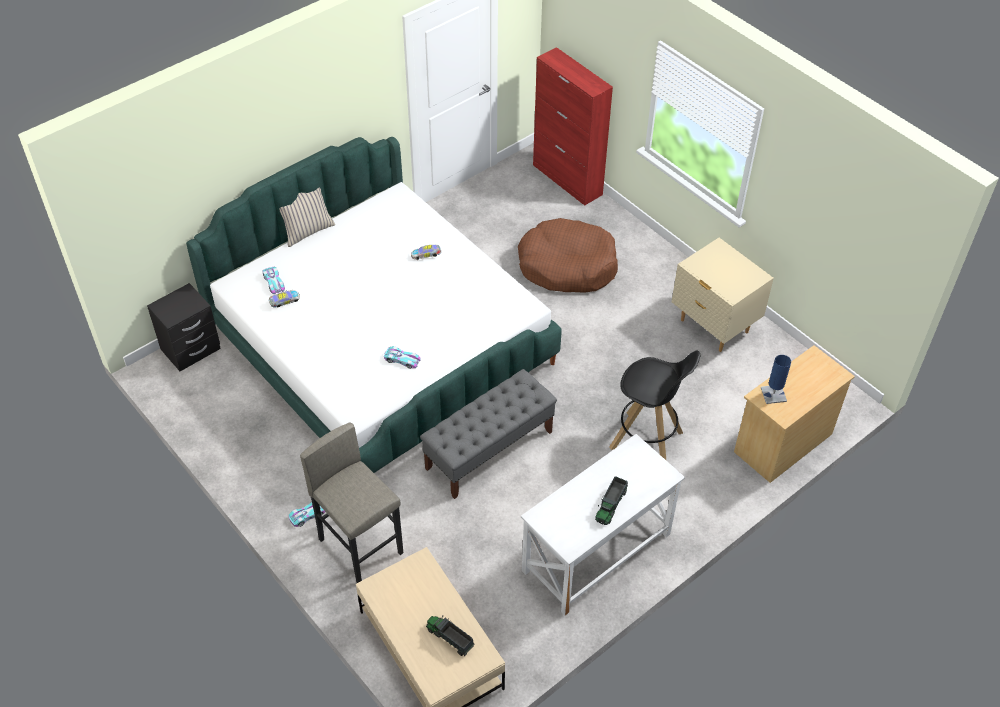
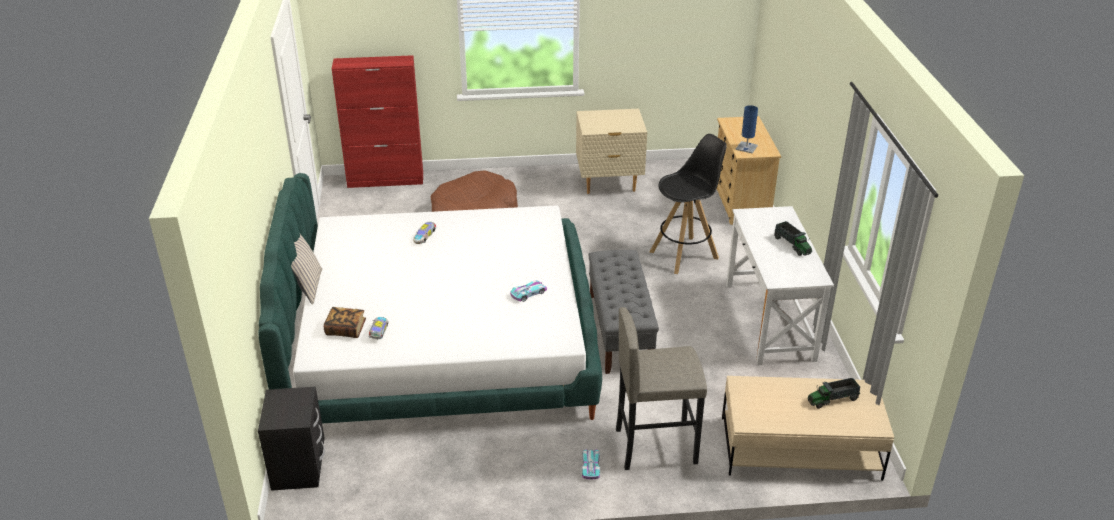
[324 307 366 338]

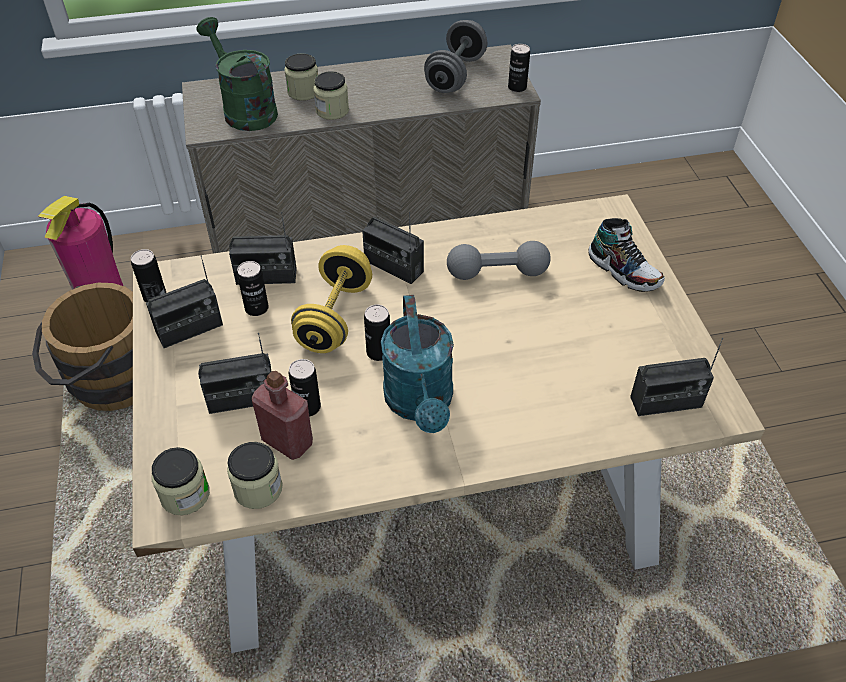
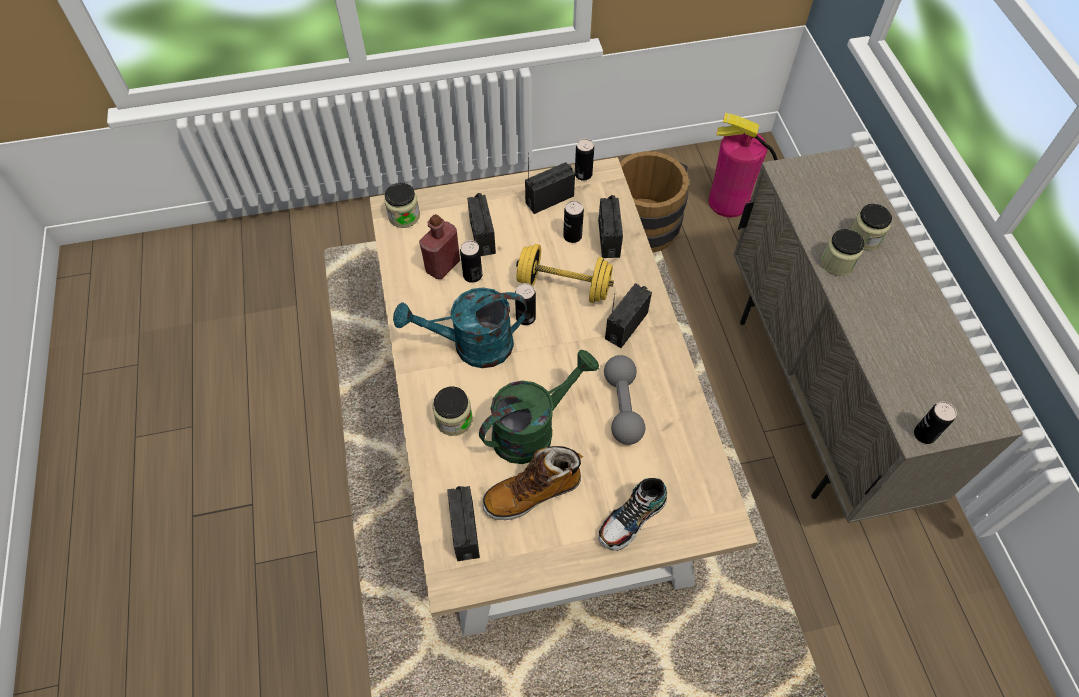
[479 350 599 464]
[424 20 487 93] (first image)
[525 153 575 214]
[433 386 473 436]
[482 446 583 520]

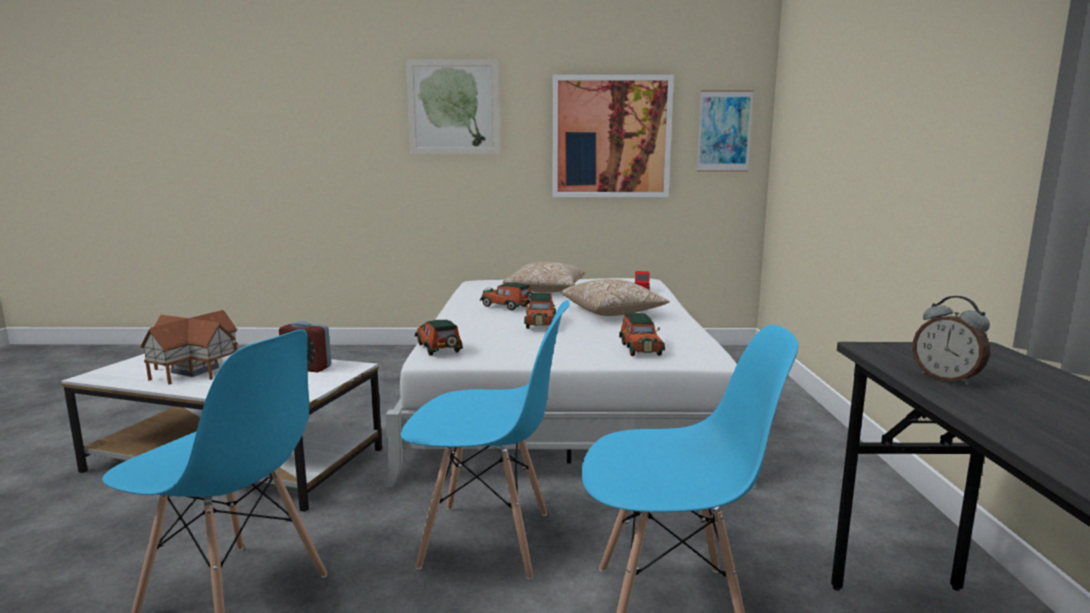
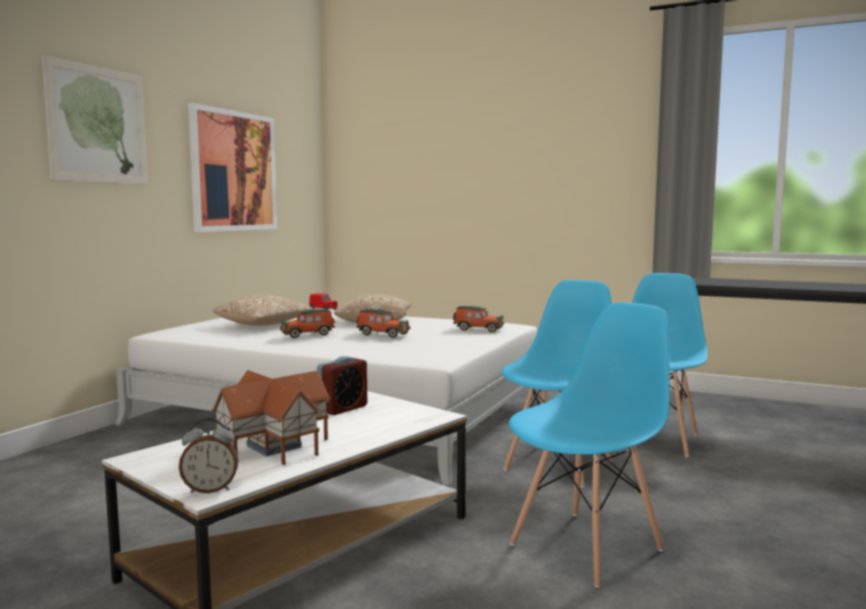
[696 90 754 172] (first image)
[179 418 239 493]
[415 320 463 356] (first image)

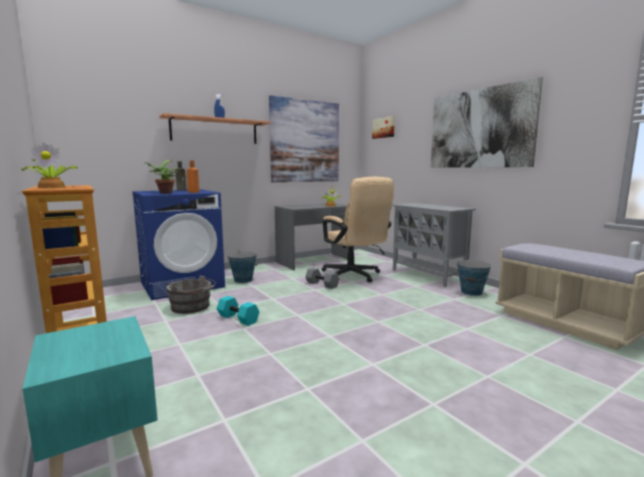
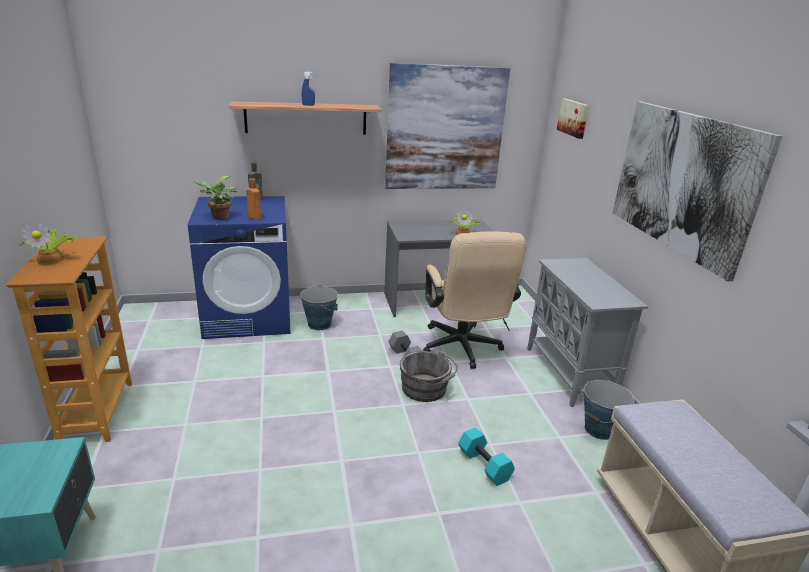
[400 350 458 402]
[458 427 515 486]

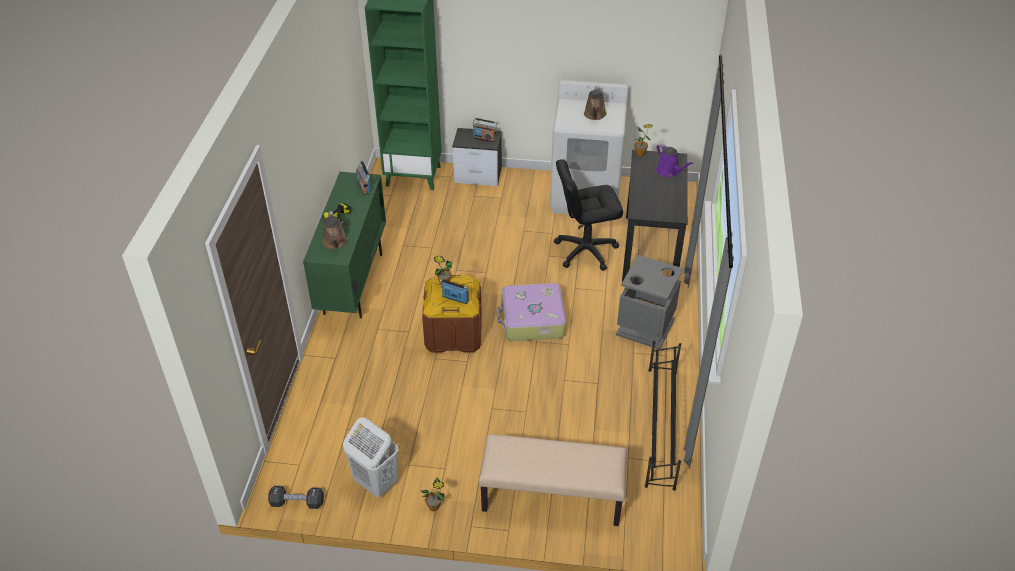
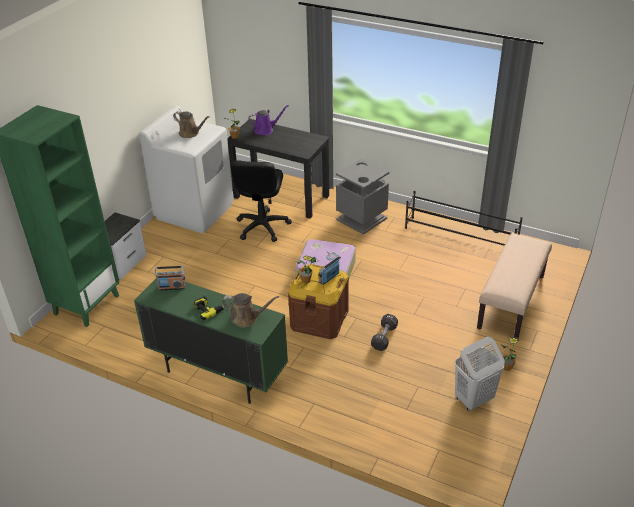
[472 118 497 142] (first image)
[371 314 398 351]

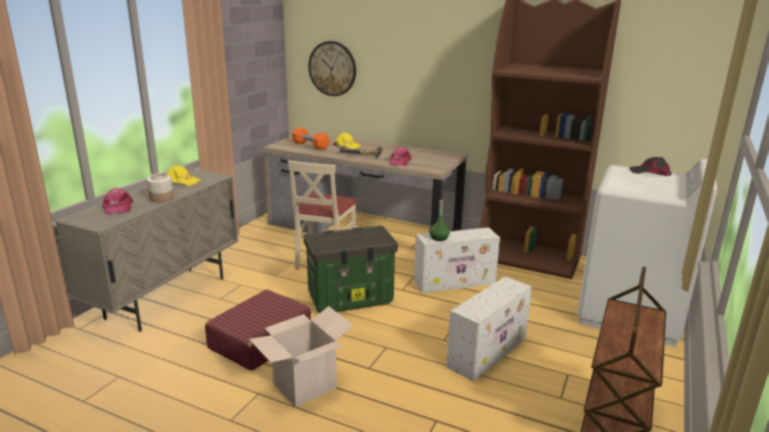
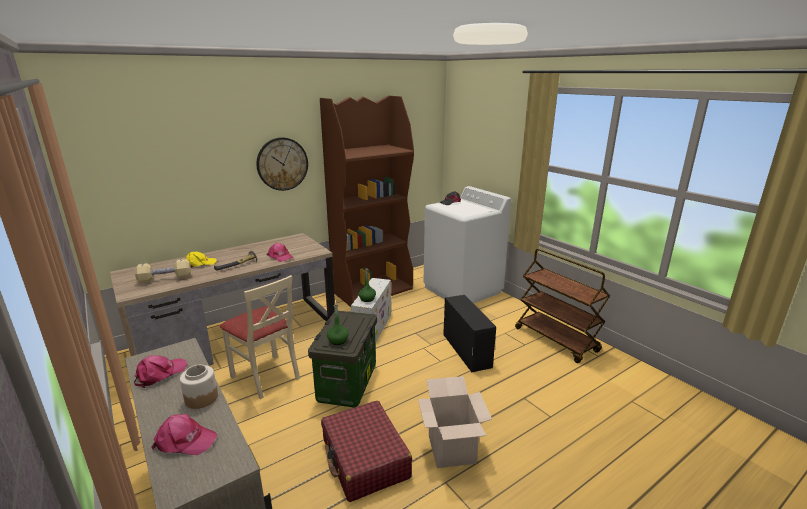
[257 137 308 191]
[135 259 191 284]
[134 355 187 388]
[443 295 496 372]
[327 303 349 345]

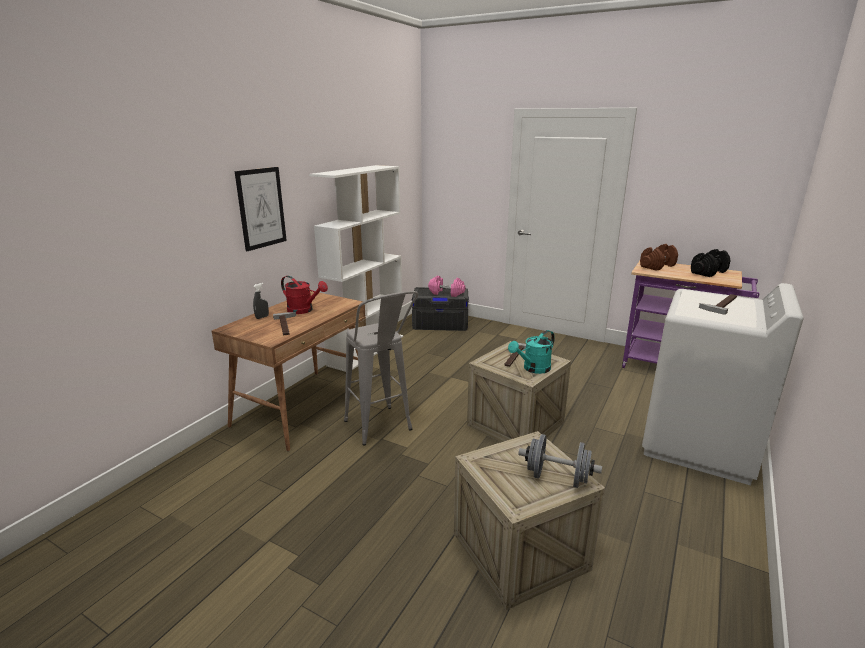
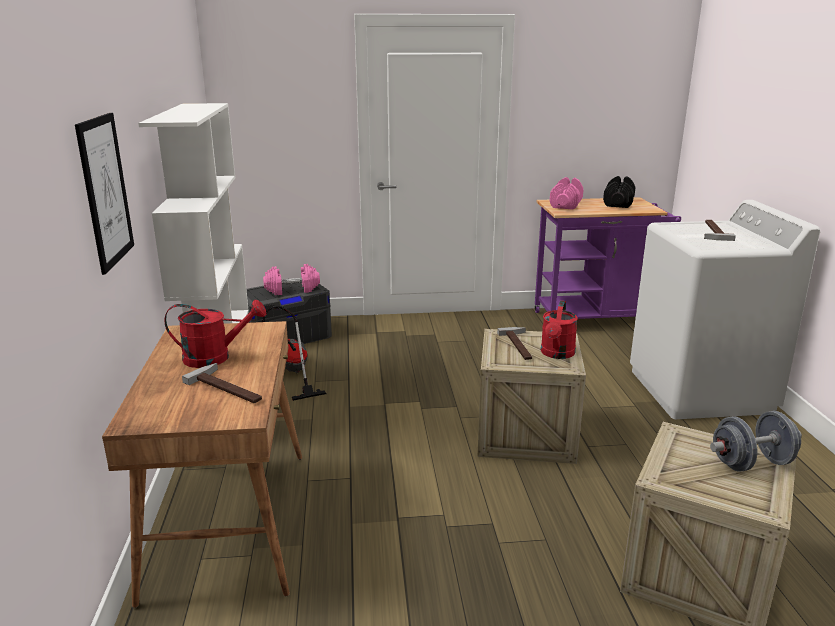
[550 177 584 210]
[253 283 269 319] (first image)
[344 291 418 446] (first image)
[541 300 578 359]
[262 306 327 401]

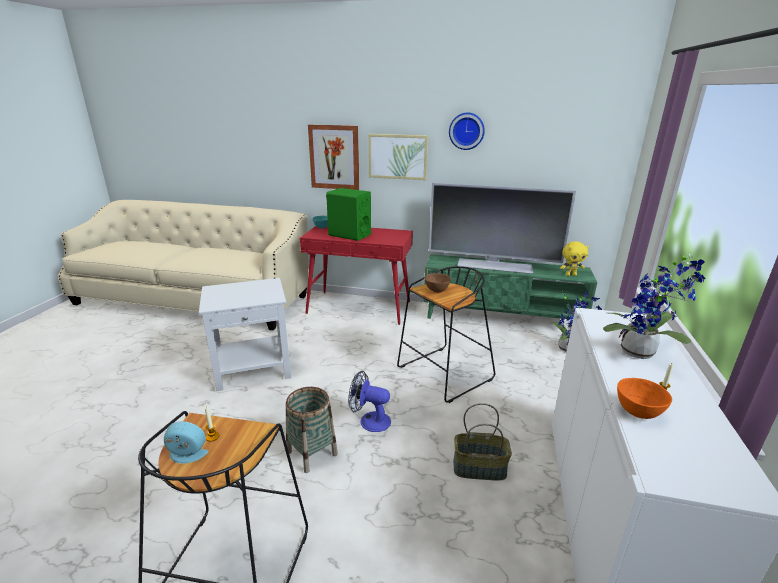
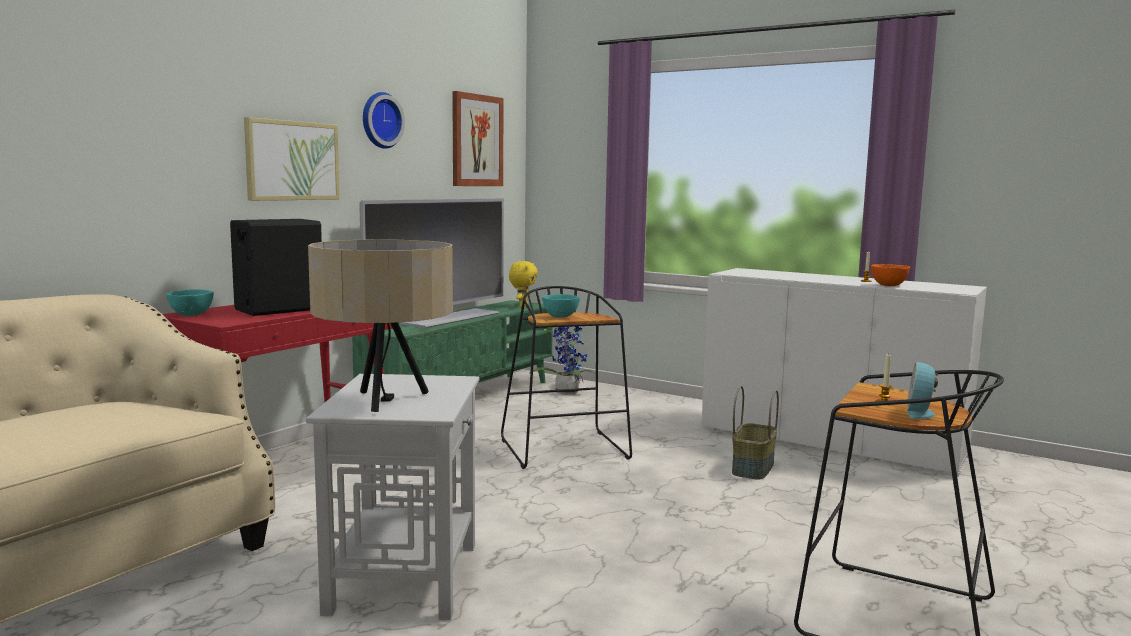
[452 91 504 186]
[230 219 322 316]
[603 254 706 359] (first image)
[542 294 580 318]
[348 371 391 432] (first image)
[286 387 338 473] (first image)
[308 239 453 412]

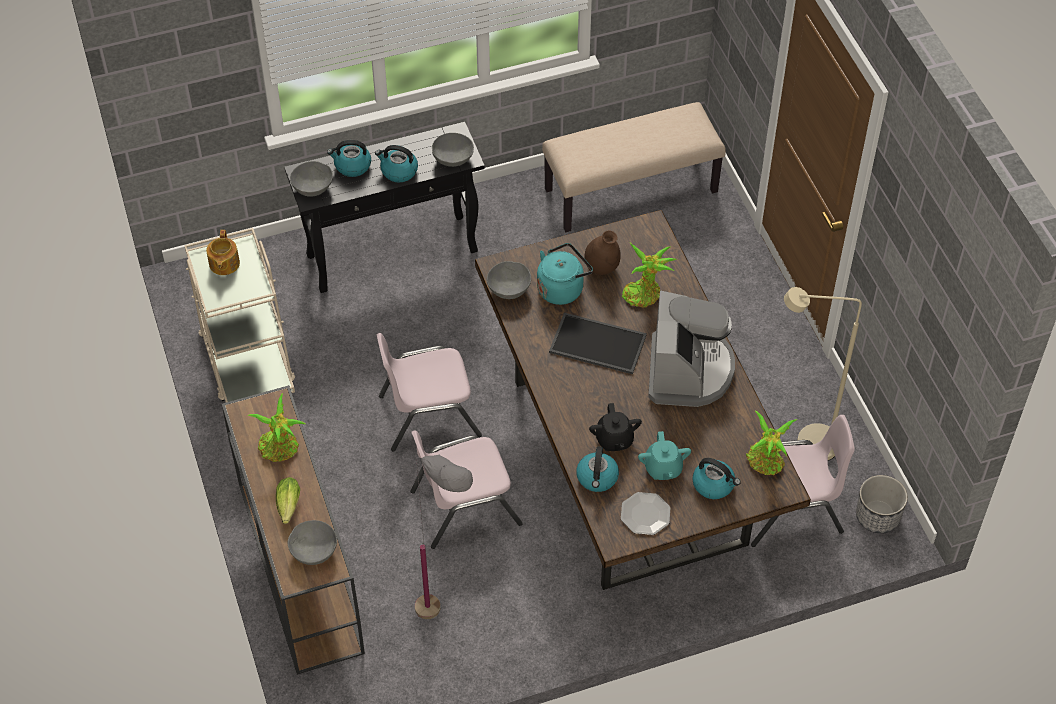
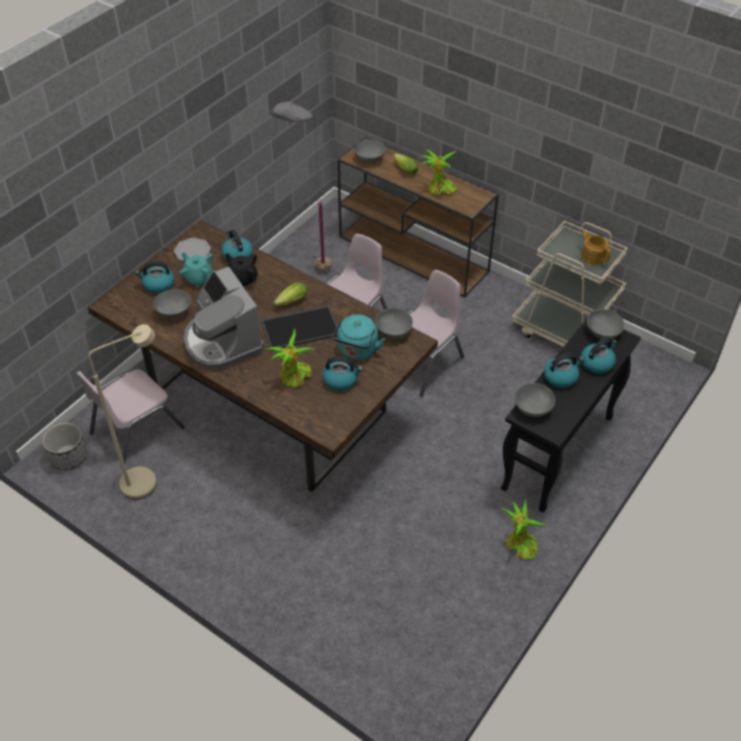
[542 102 726 232] (first image)
[323 357 363 391]
[502 499 546 559]
[273 283 307 306]
[153 290 191 319]

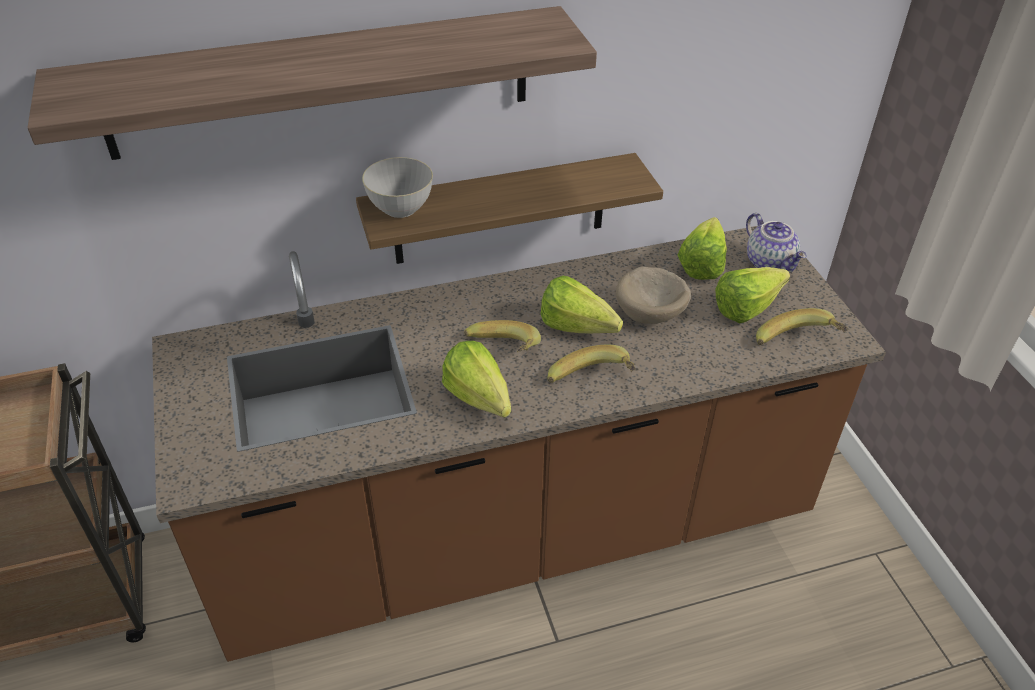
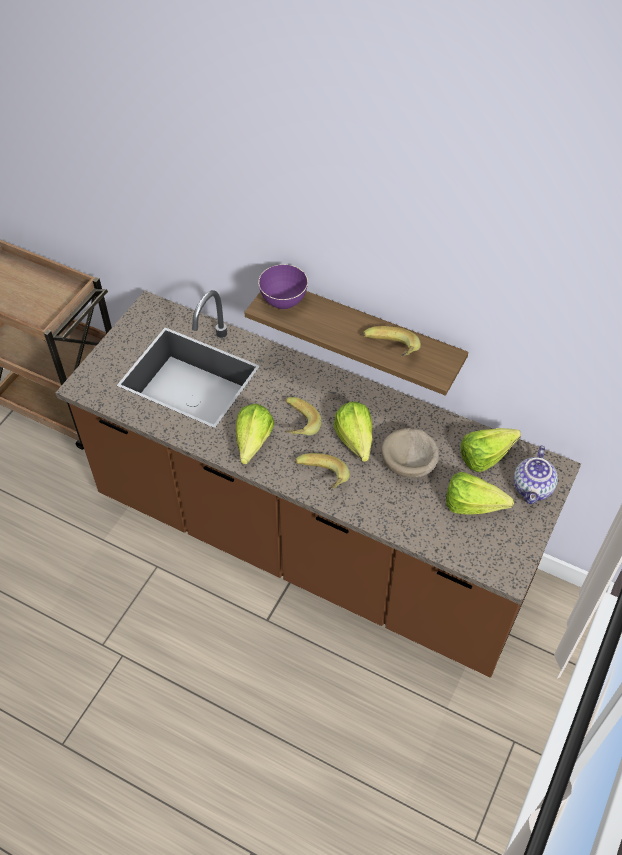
[27 6 597 160] (first image)
[258 264 308 309]
[363 326 421 356]

